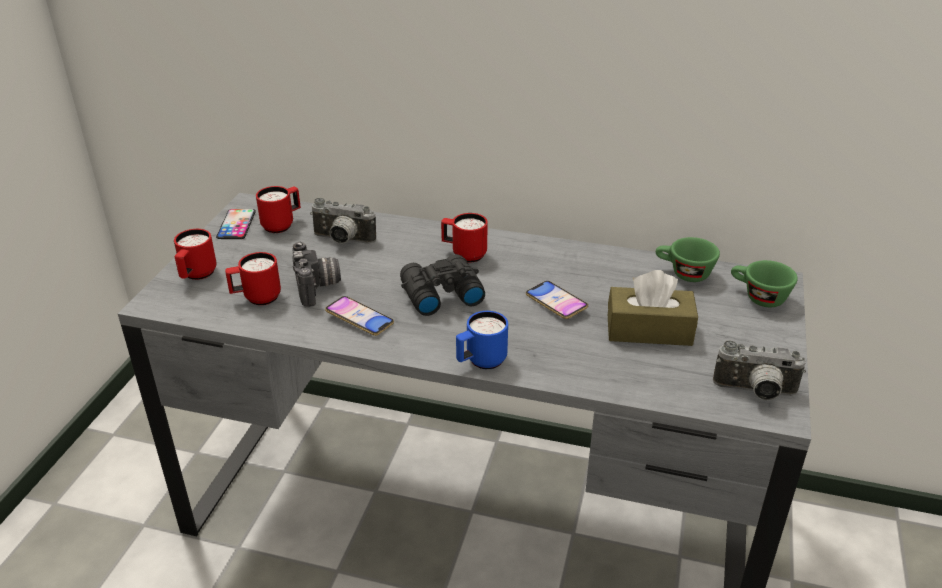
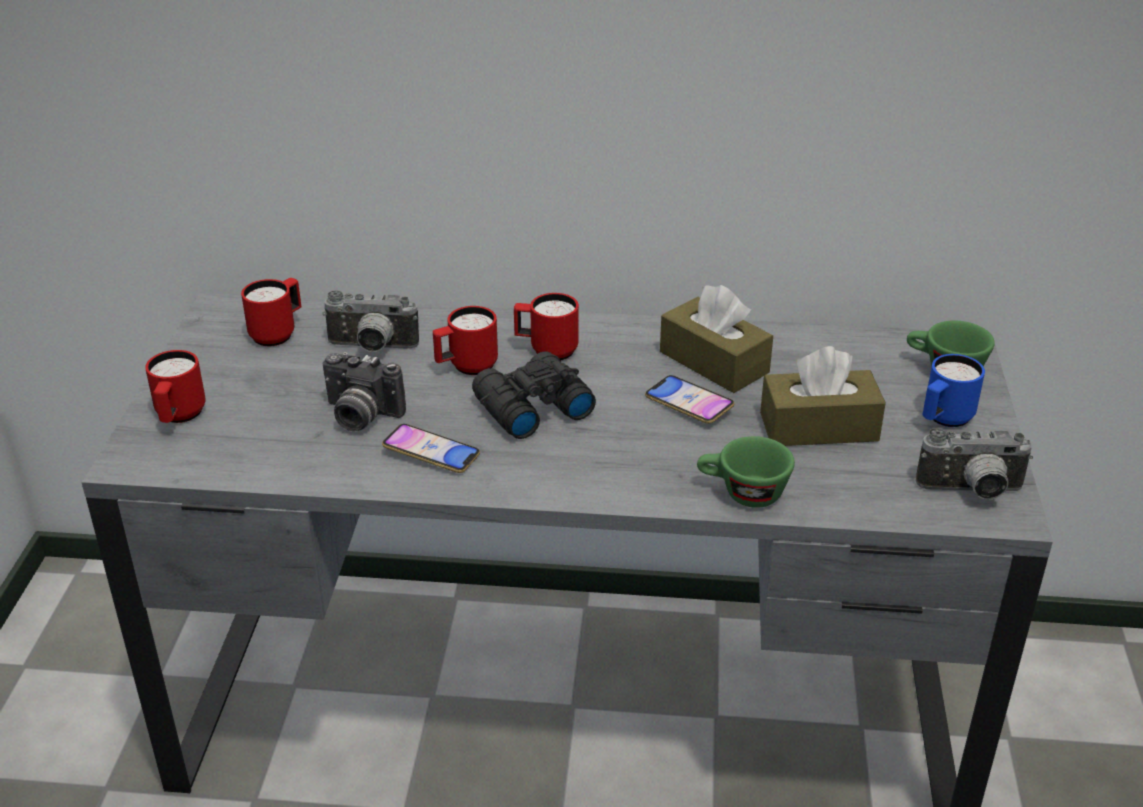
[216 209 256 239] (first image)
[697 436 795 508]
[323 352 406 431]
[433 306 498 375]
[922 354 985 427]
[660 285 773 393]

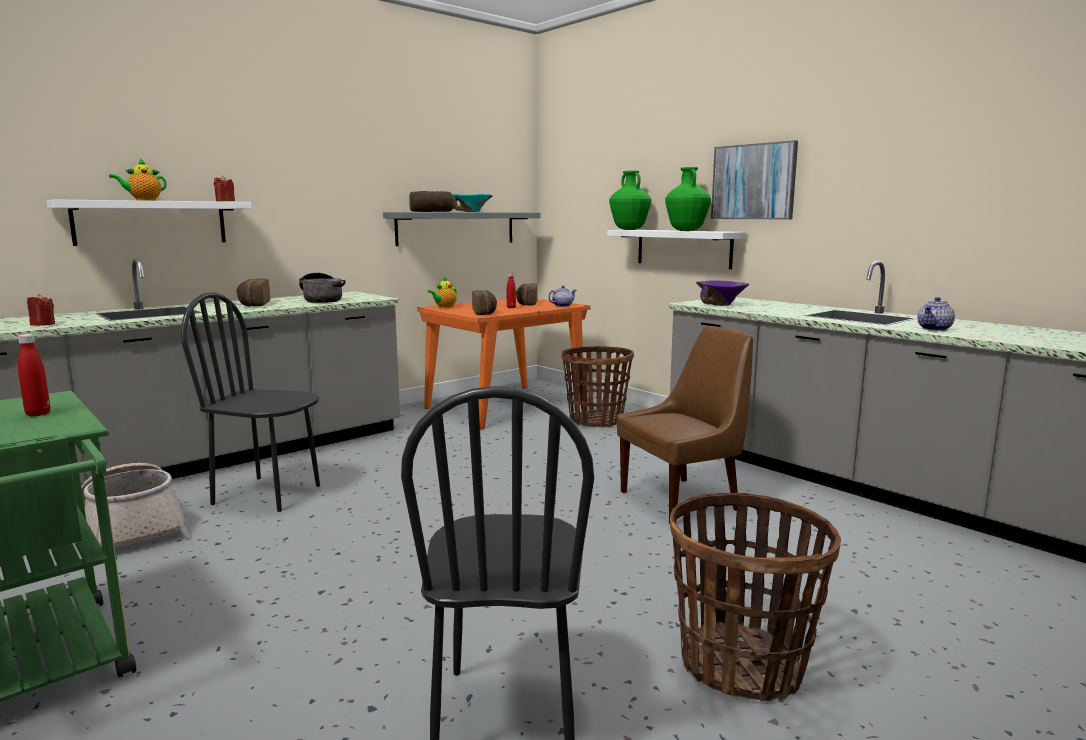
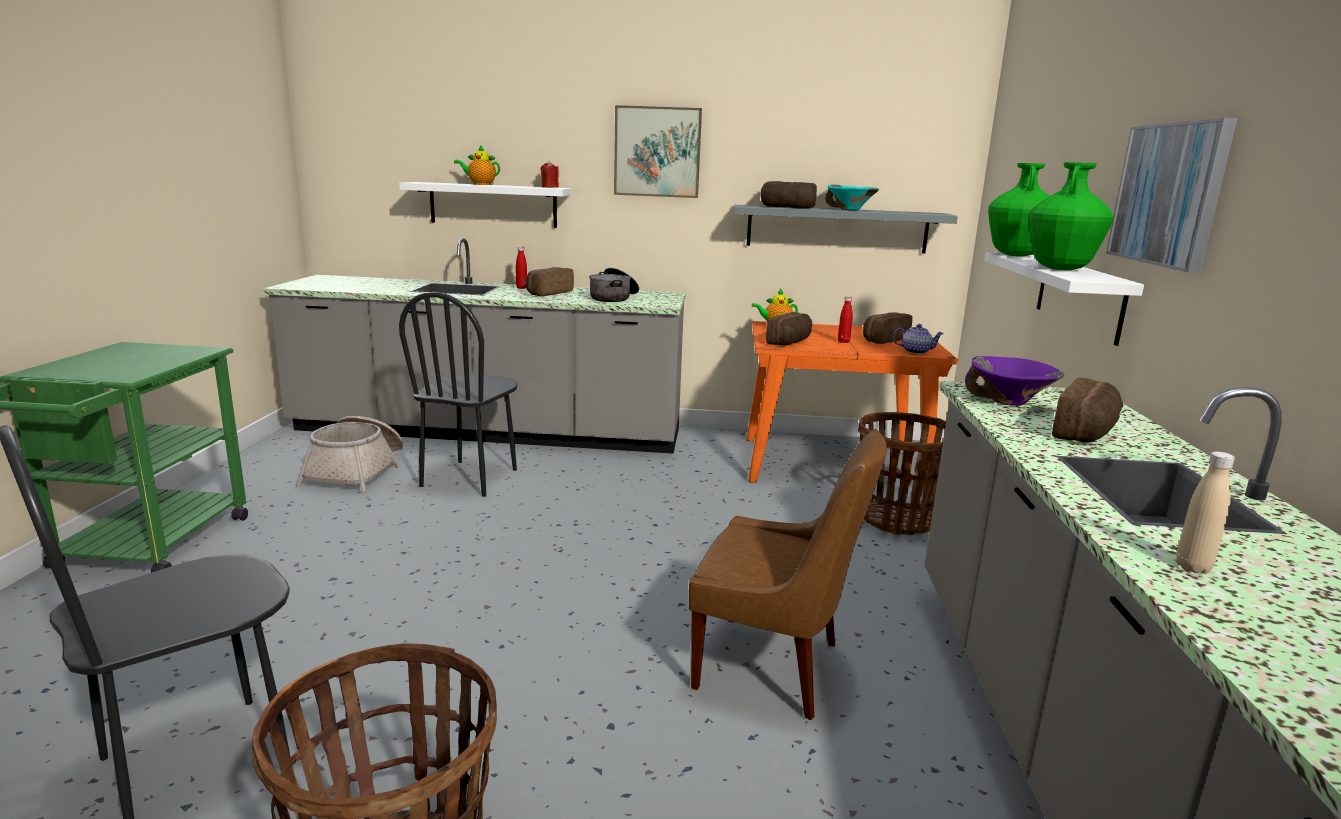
[399 292 517 497]
[27 294 55 326] (first image)
[1176 452 1235 574]
[516 246 527 289]
[614 105 702 198]
[1052 378 1124 442]

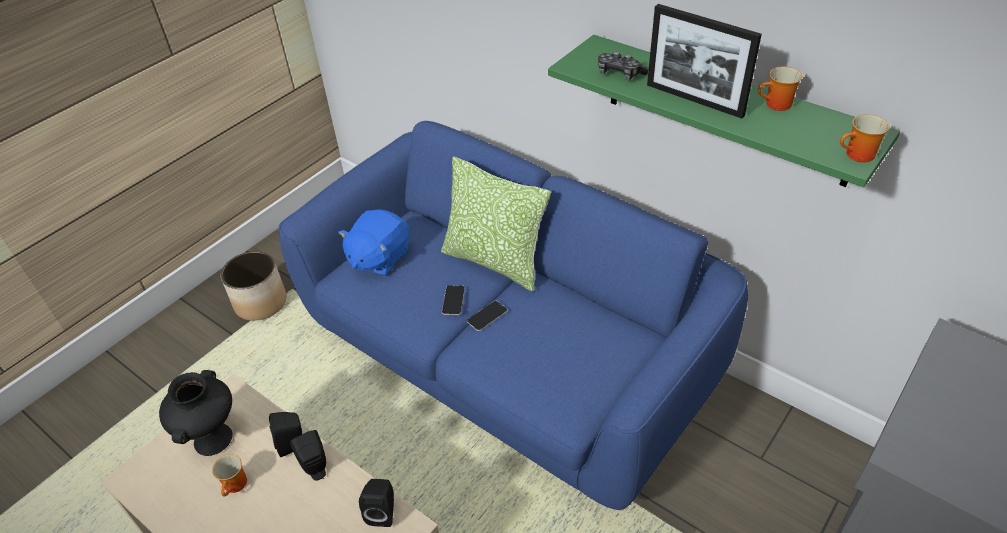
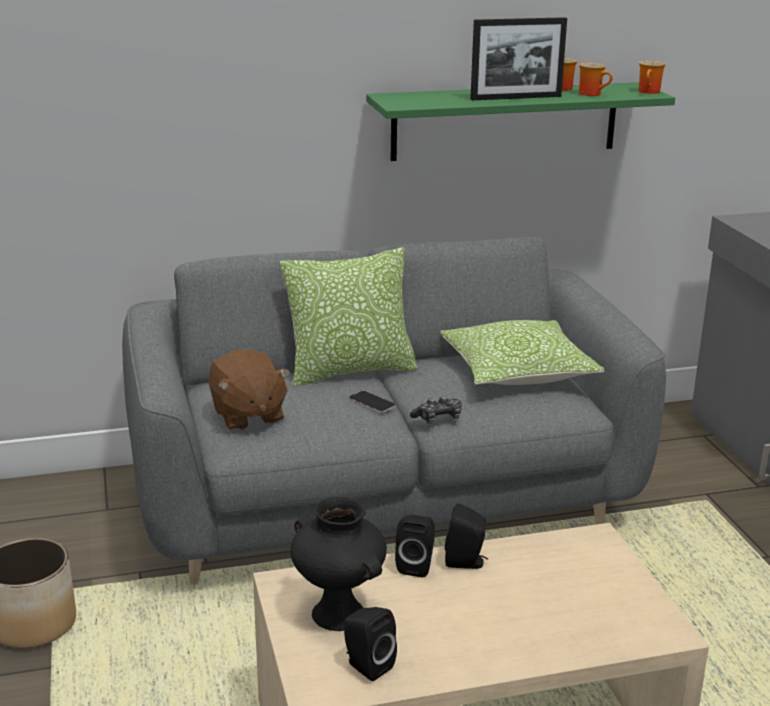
[410 396 462 424]
[122 237 666 585]
[208 350 290 431]
[467 301 508 331] (first image)
[579 63 613 96]
[344 607 397 681]
[440 320 604 385]

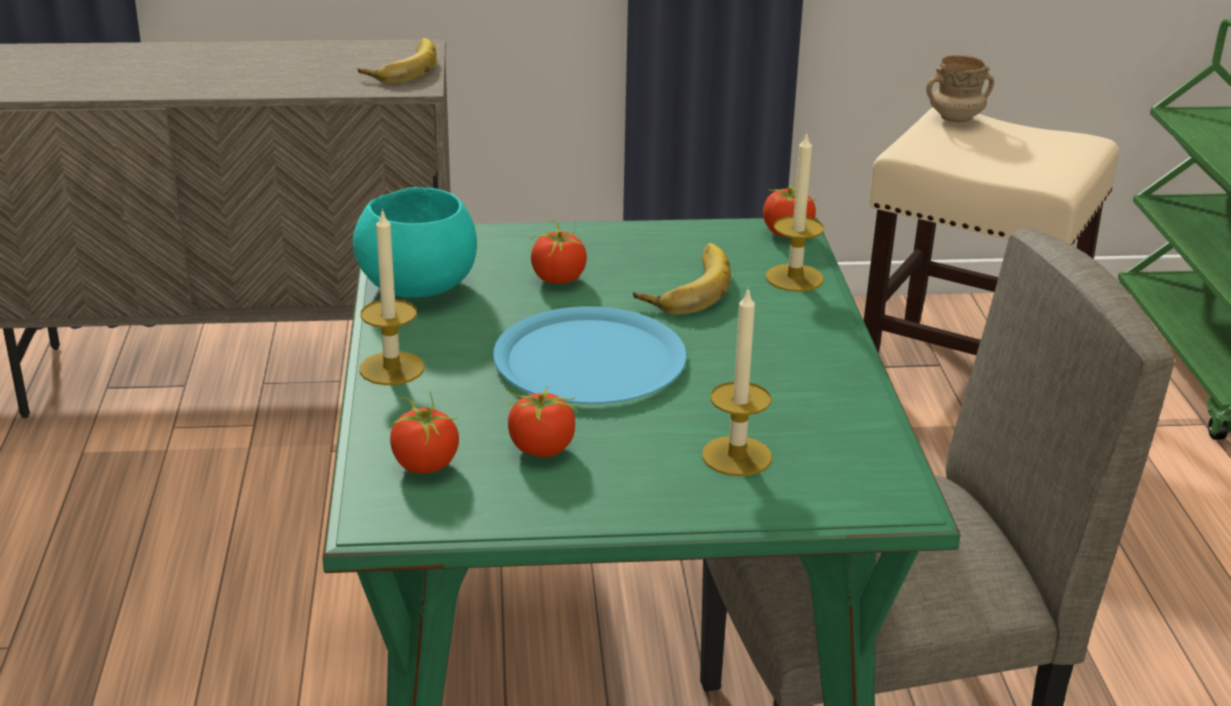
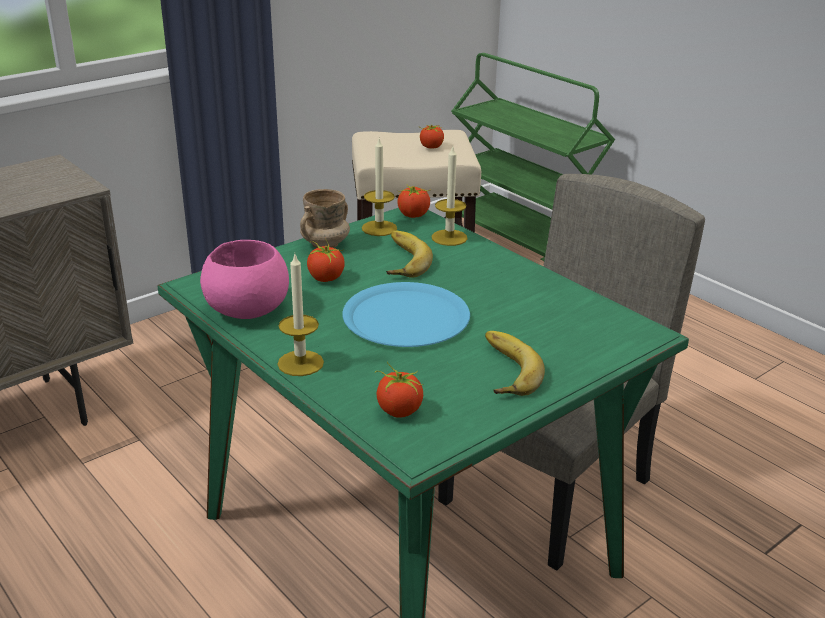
[485 331 545 396]
[300 189 350 248]
[200 240 289 319]
[362 138 397 236]
[420 125 444 149]

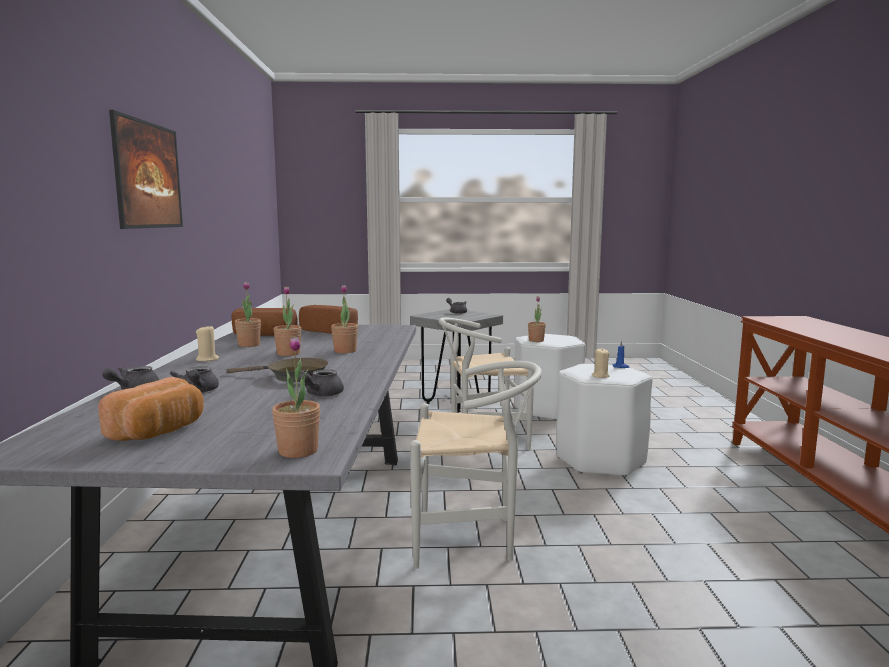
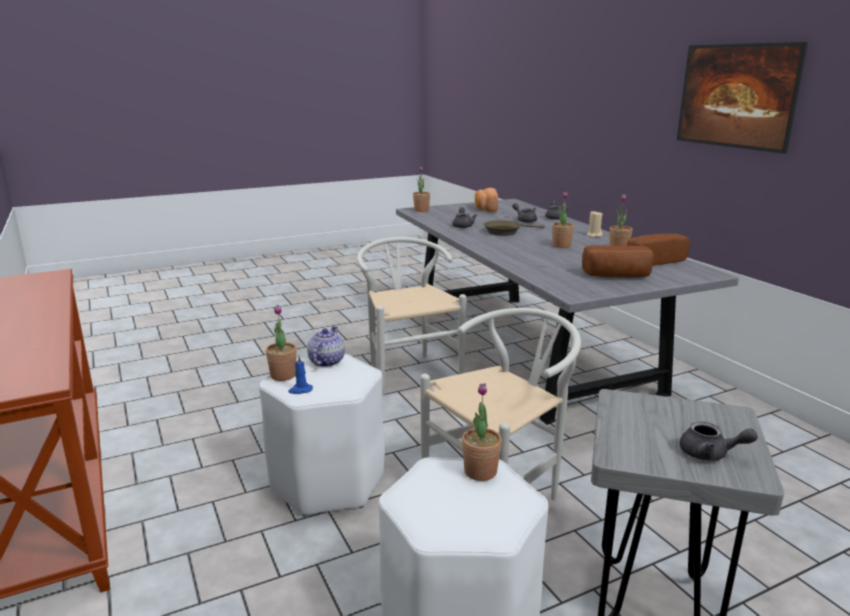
[266 305 297 381]
[307 326 345 367]
[357 237 466 396]

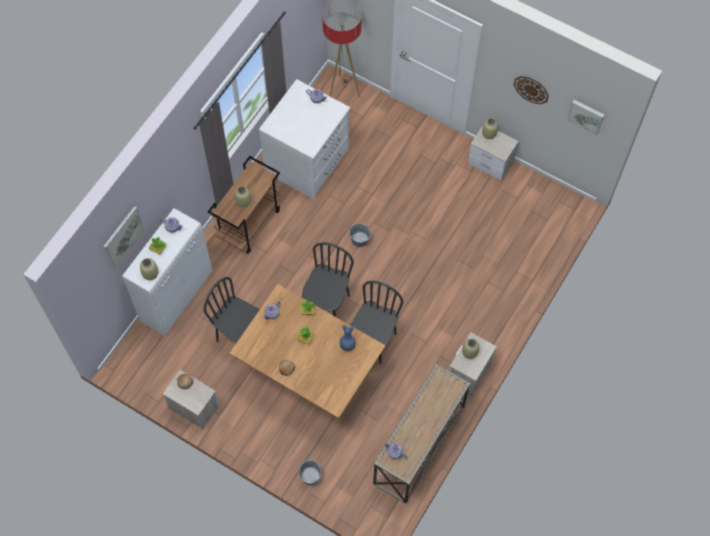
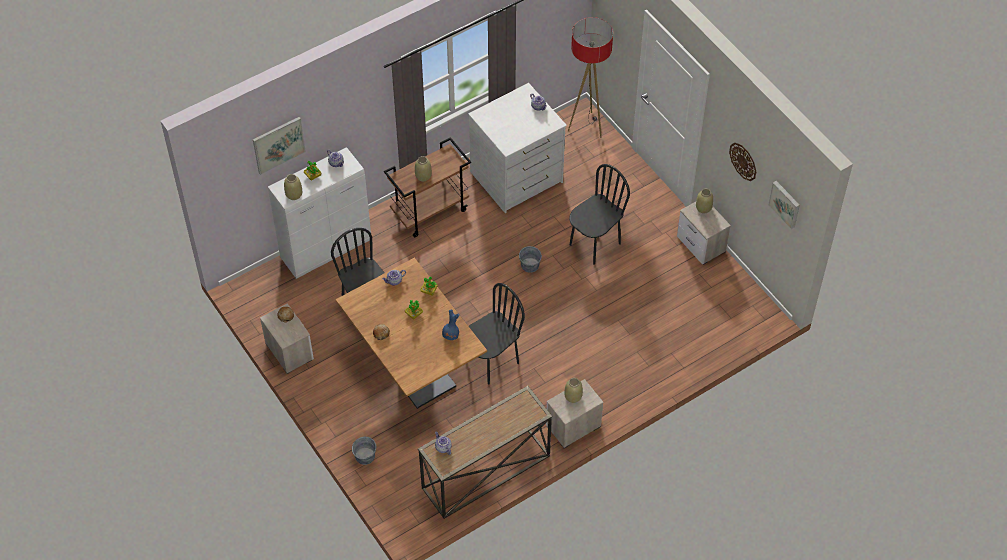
[569 164 630 265]

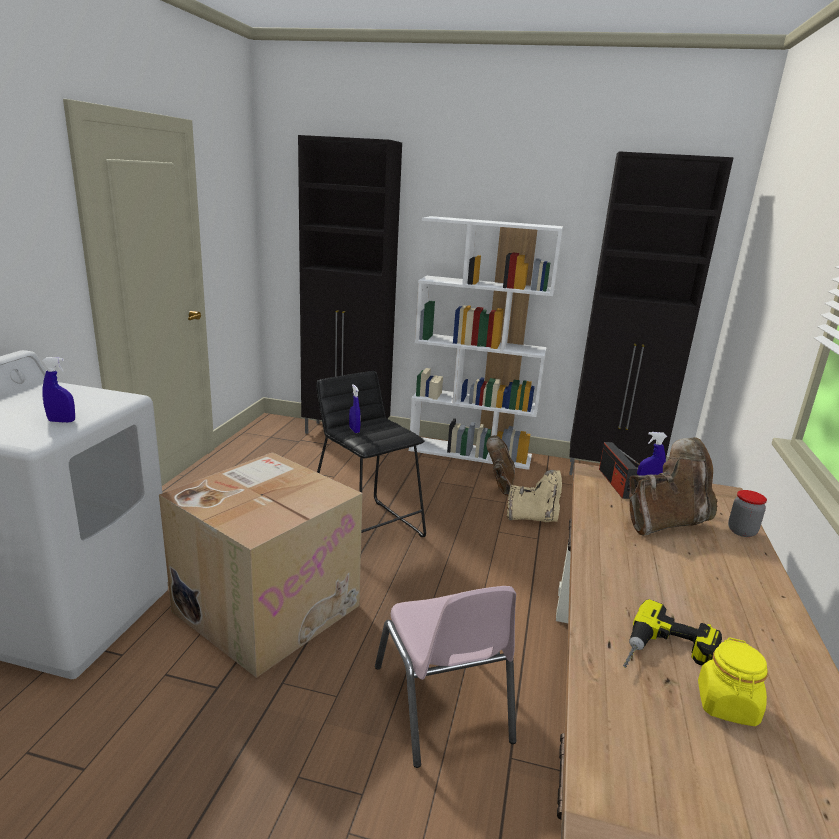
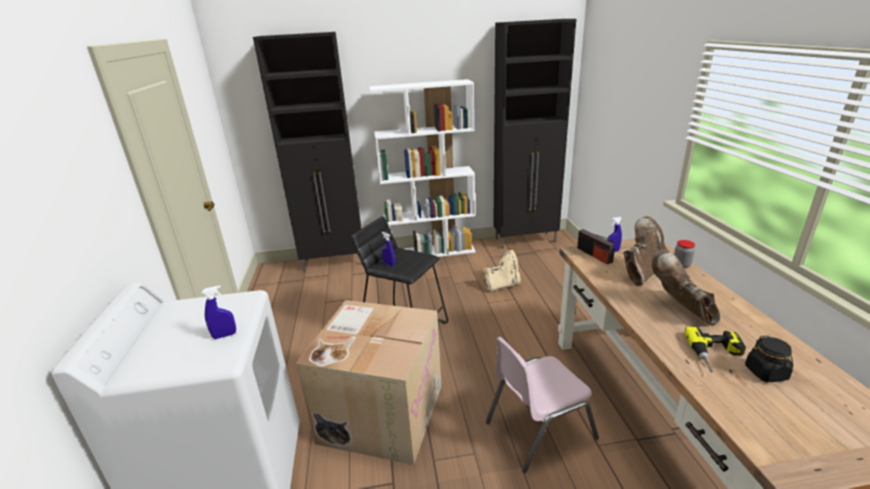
[652 249 720 325]
[486 337 599 473]
[745 335 793 382]

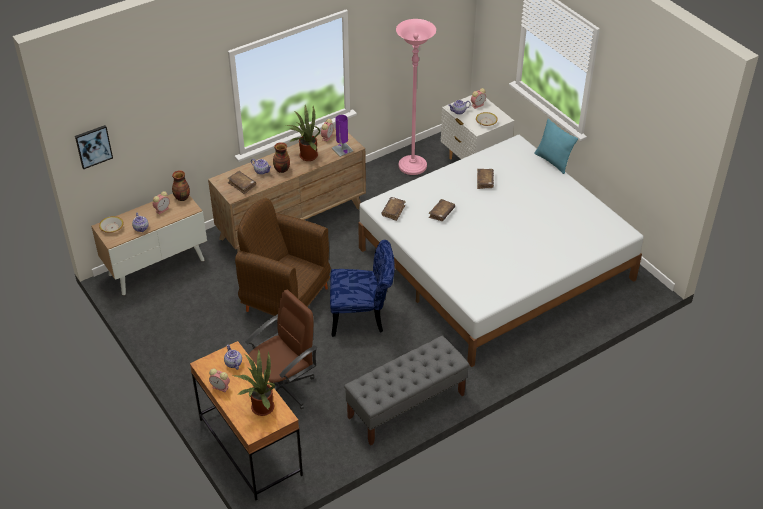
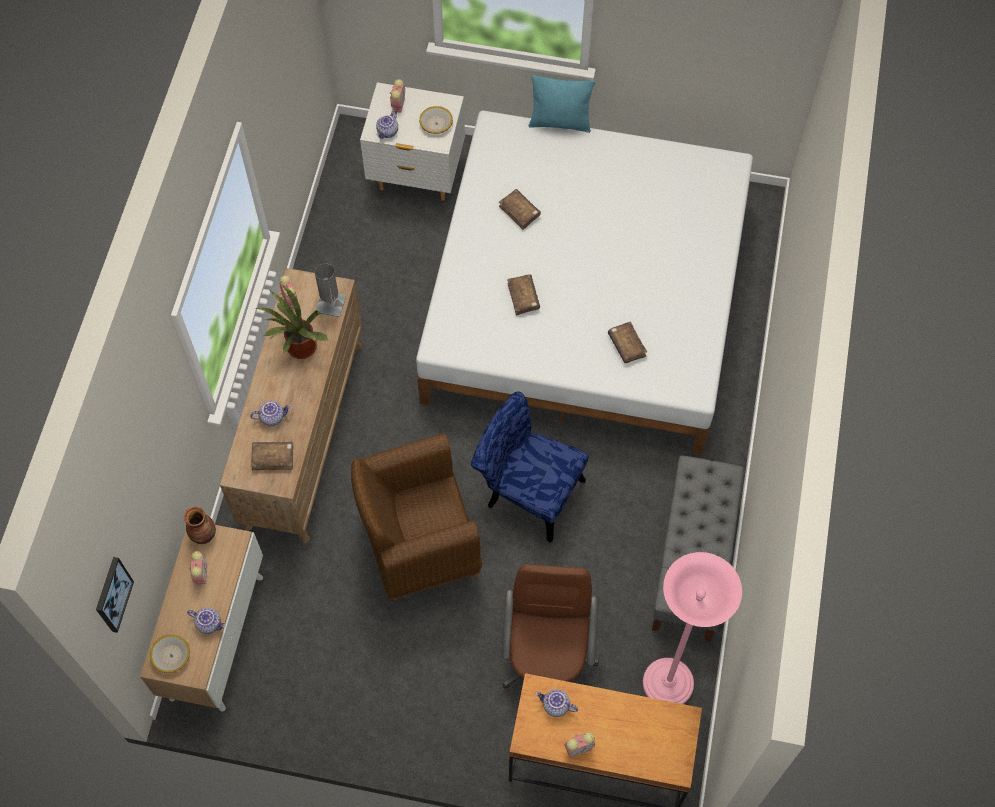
[643 552 742 704]
[315 263 346 317]
[273 142 290 173] (first image)
[608 322 647 363]
[471 392 588 543]
[235 350 275 416] (first image)

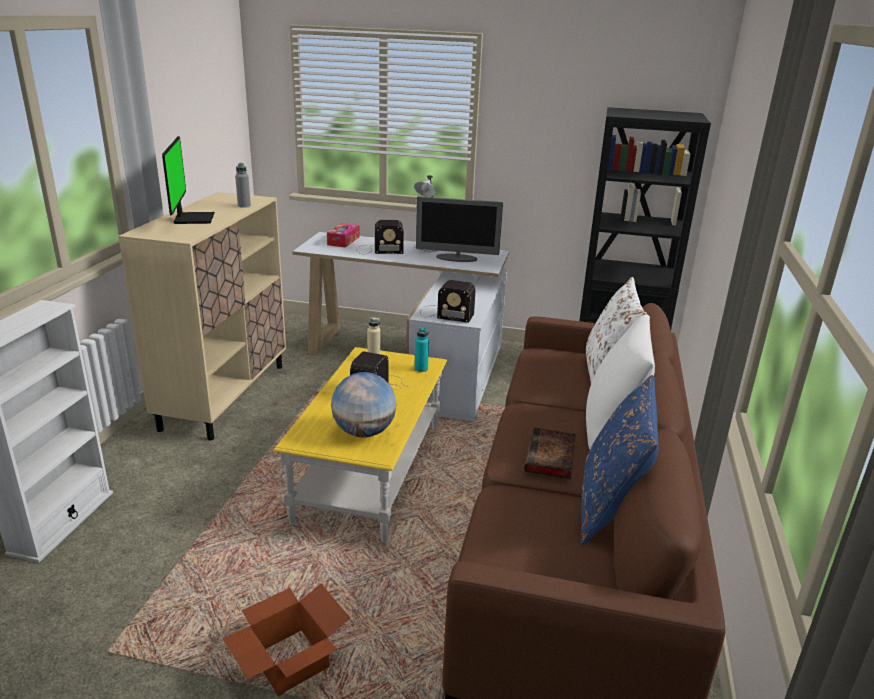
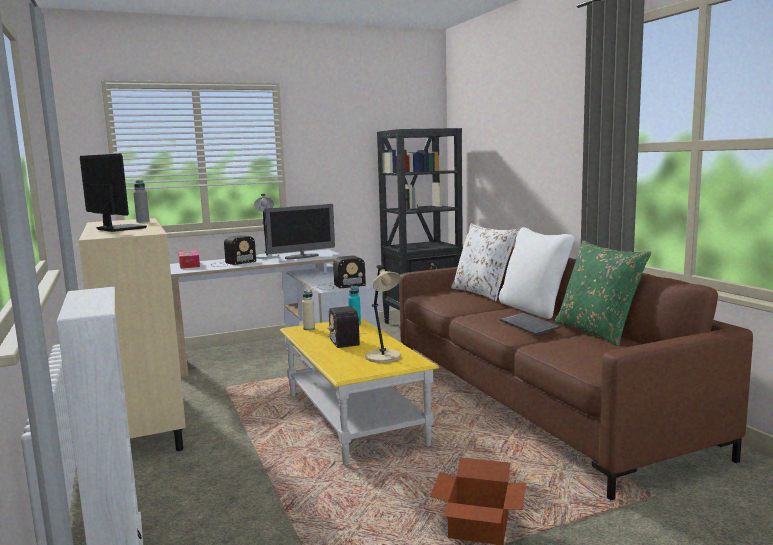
[365 265 401 363]
[555 240 651 346]
[499 313 560 335]

